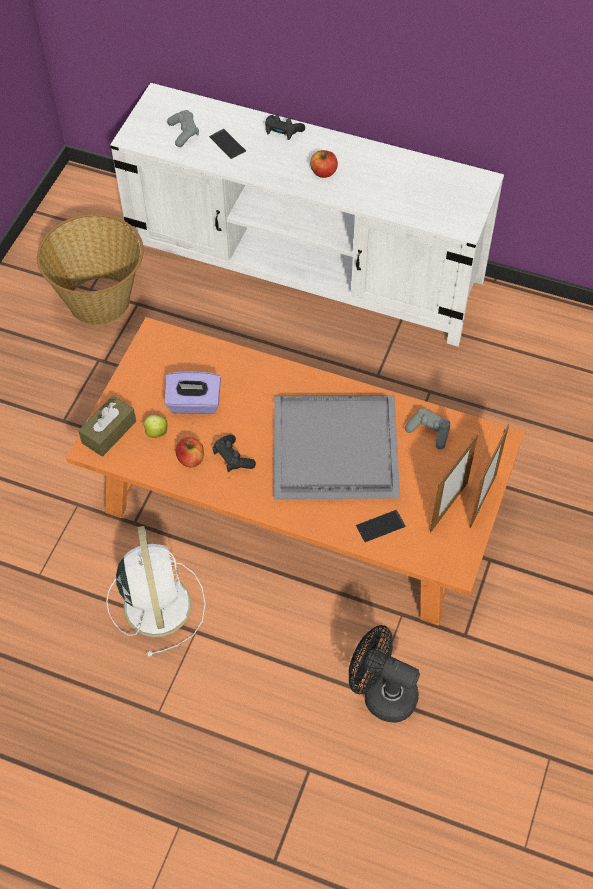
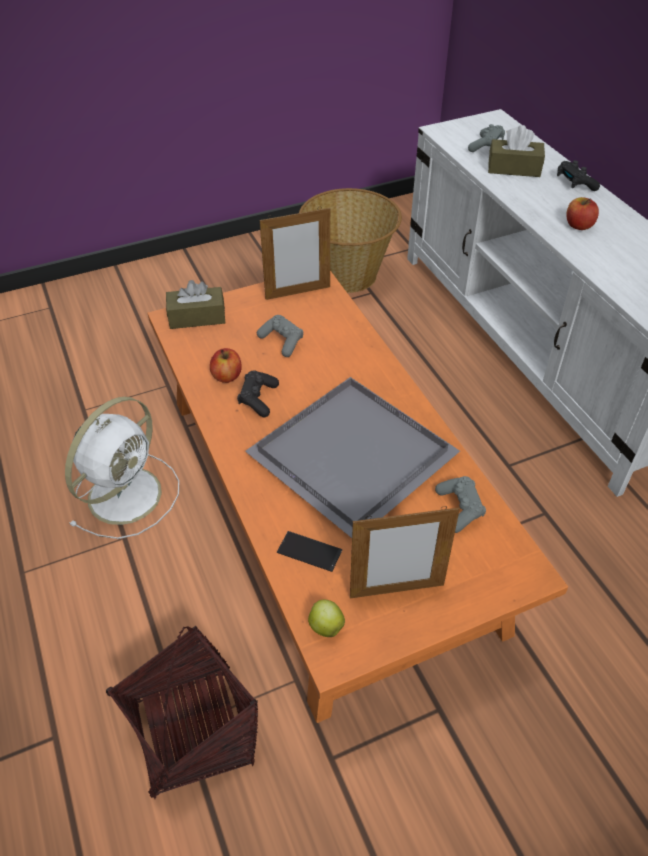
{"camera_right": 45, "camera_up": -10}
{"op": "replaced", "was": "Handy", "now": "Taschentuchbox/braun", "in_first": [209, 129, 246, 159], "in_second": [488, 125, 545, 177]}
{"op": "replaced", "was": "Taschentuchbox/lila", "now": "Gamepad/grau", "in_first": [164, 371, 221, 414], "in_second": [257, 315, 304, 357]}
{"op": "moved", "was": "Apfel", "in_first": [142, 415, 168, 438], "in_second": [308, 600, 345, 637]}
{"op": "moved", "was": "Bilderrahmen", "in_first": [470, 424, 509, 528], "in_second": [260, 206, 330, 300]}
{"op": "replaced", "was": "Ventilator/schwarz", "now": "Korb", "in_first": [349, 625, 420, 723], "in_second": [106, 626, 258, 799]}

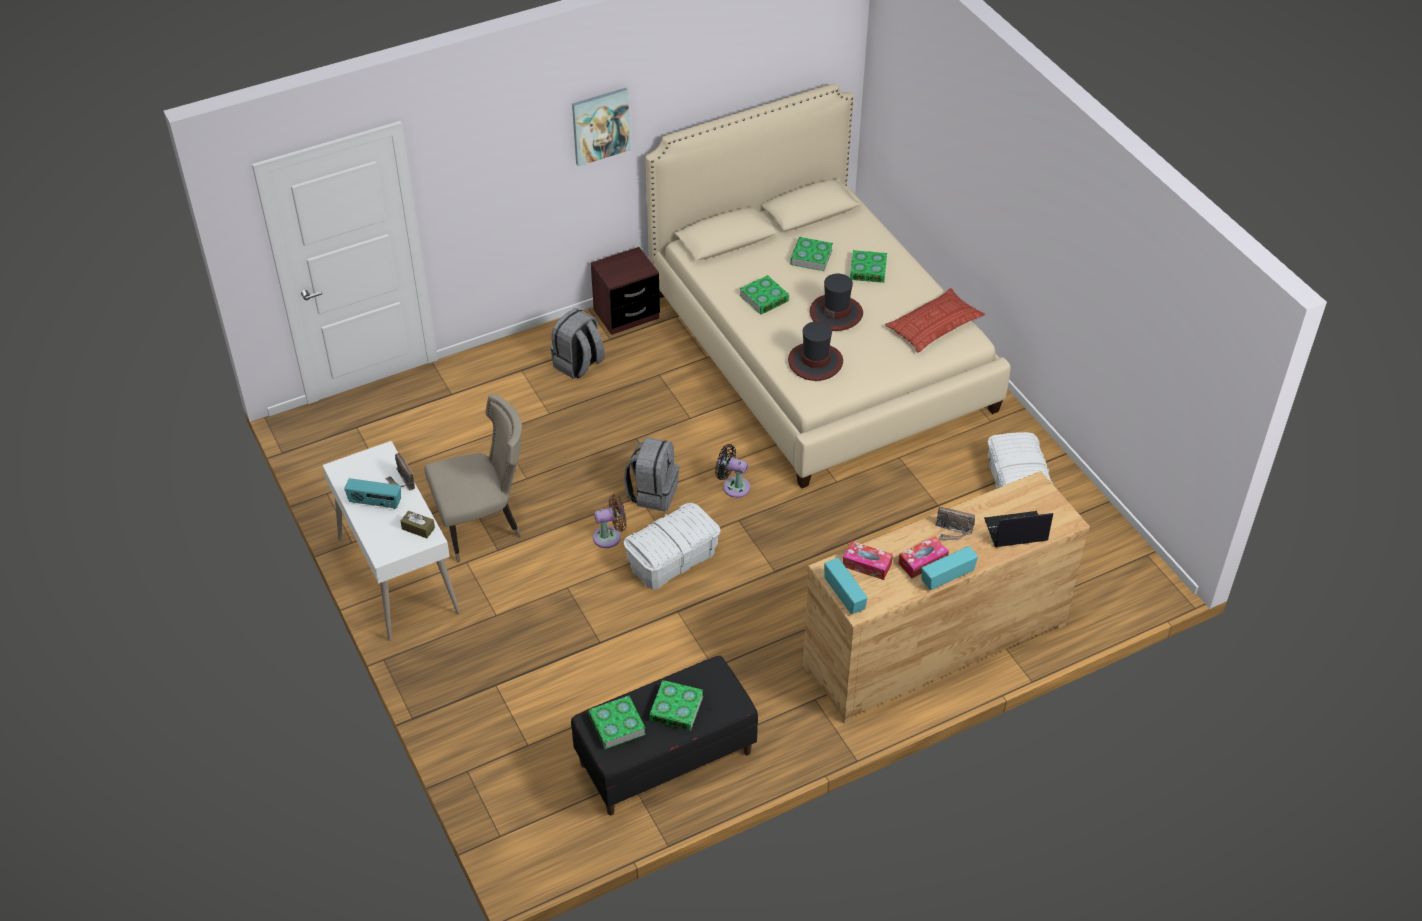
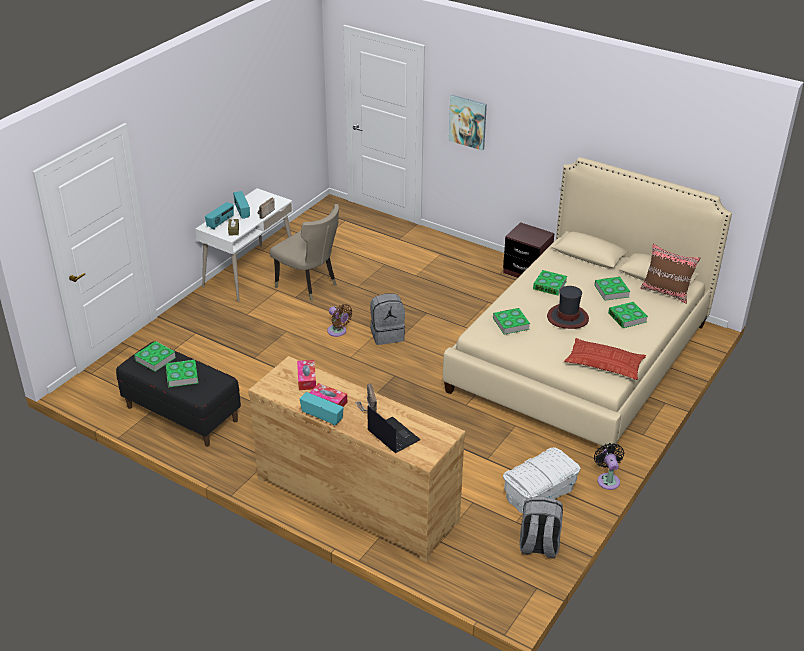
{"camera_right": 60, "camera_up": -10}
{"op": "moved", "was": "Bild", "in_first": [572, 88, 631, 166], "in_second": [449, 95, 487, 151]}
{"op": "moved", "was": "Rucksack/grau", "in_first": [550, 308, 605, 379], "in_second": [519, 497, 563, 558]}
{"op": "replaced", "was": "Hut", "now": "Buch", "in_first": [788, 321, 843, 381], "in_second": [493, 308, 530, 335]}
{"op": "moved", "was": "Ventilator/schwarz", "in_first": [715, 444, 750, 498], "in_second": [594, 443, 624, 490]}
{"op": "removed", "was": "Aufbewahrungsbox/weiß", "in_first": [623, 503, 721, 590]}
{"op": "moved", "was": "Radio", "in_first": [824, 558, 868, 614], "in_second": [205, 202, 234, 229]}
{"op": "added", "now": "Kissen/braun", "in_second": [640, 244, 700, 304]}

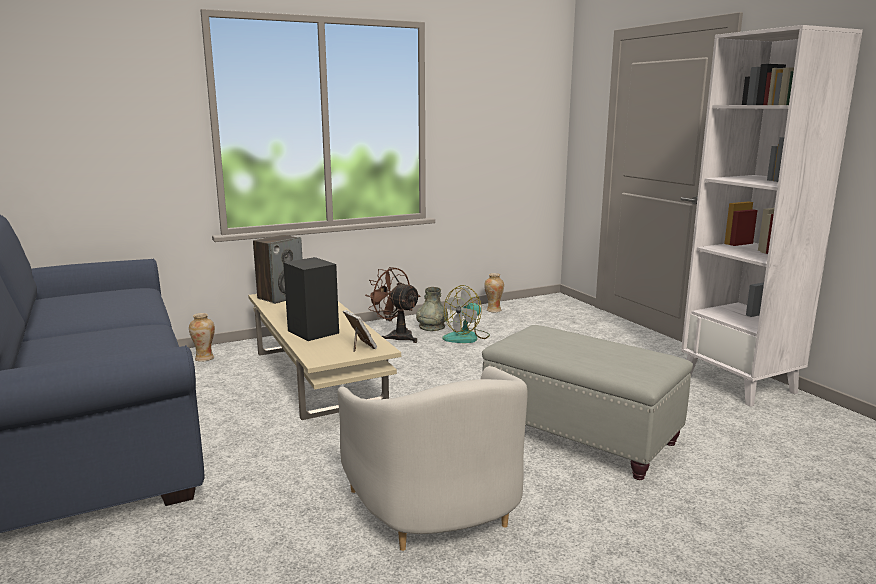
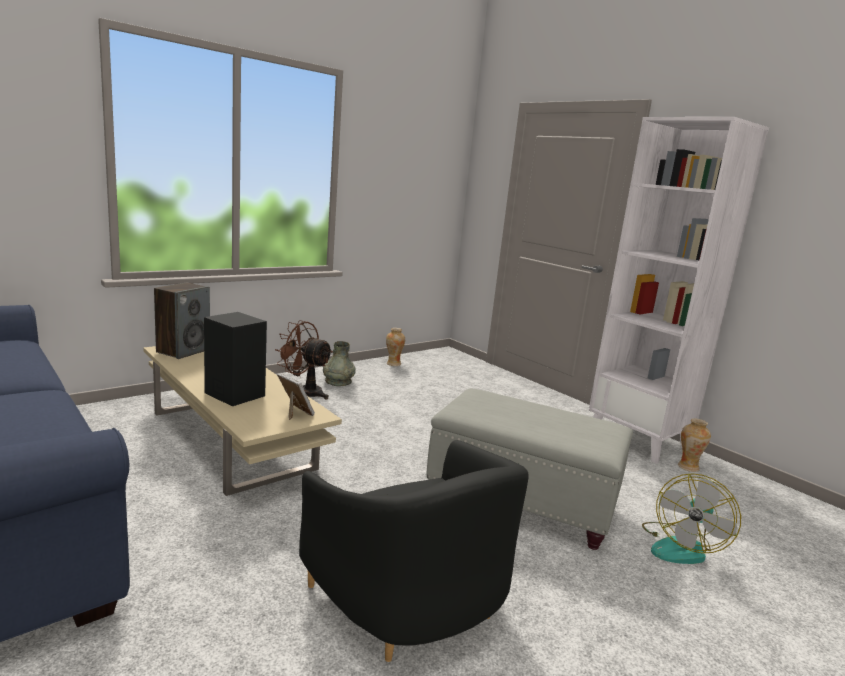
{"camera_right": -15, "camera_up": 0}
{"op": "moved", "was": "Ventilator", "in_first": [442, 285, 490, 343], "in_second": [642, 473, 741, 564]}
{"op": "moved", "was": "Vase", "in_first": [189, 313, 215, 362], "in_second": [678, 418, 711, 472]}
{"op": "recoloured", "was": "Sessel/weiß", "now": "Sessel/schwarz", "in_first": [338, 366, 527, 551], "in_second": [299, 440, 529, 662]}

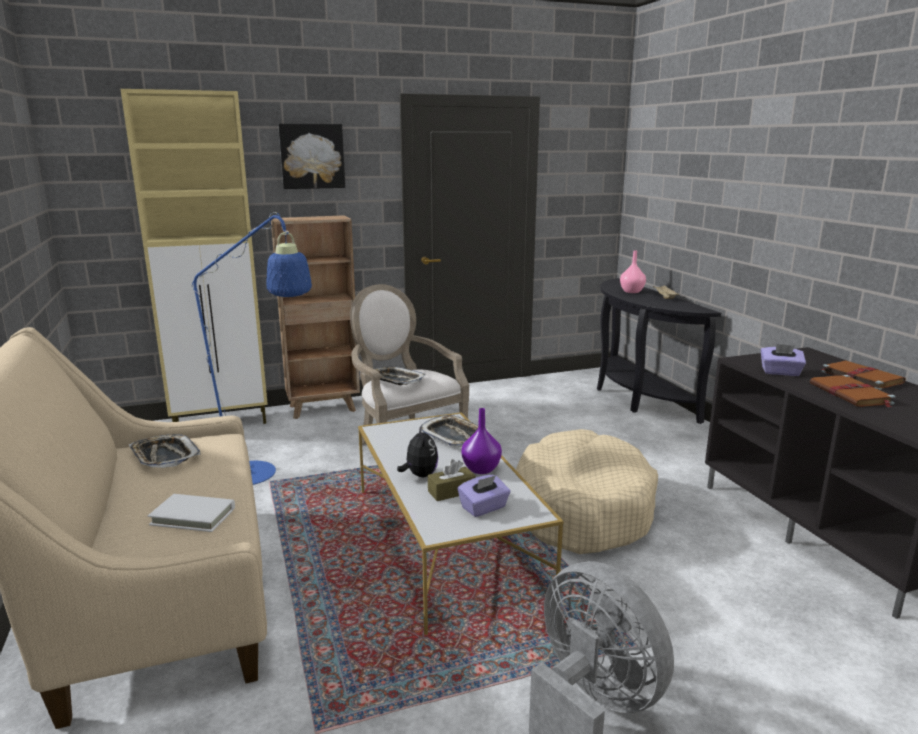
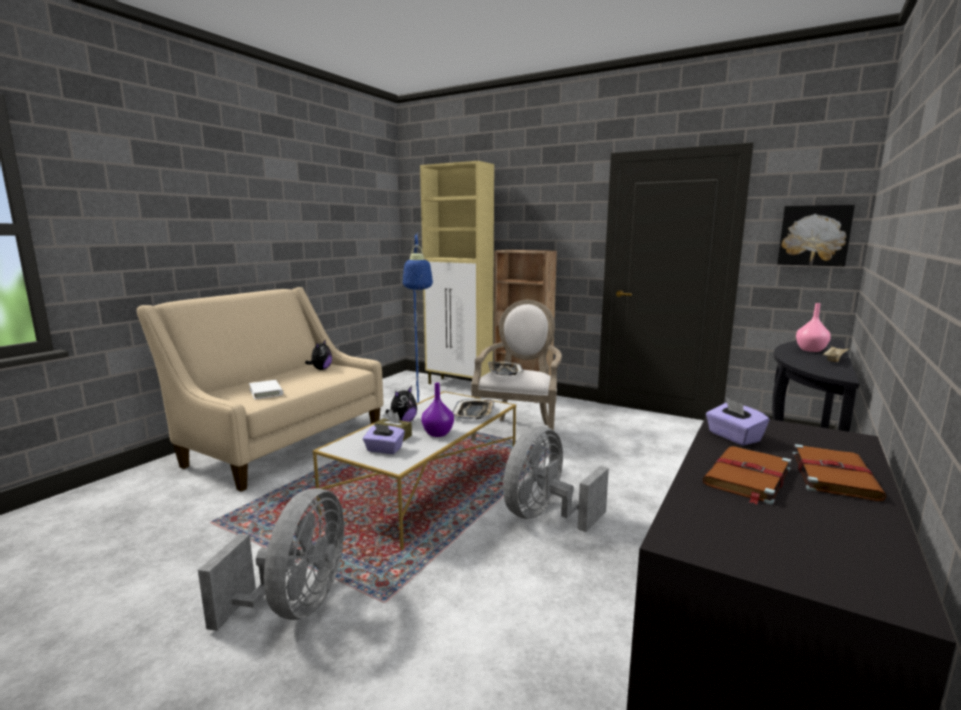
{"camera_right": 50, "camera_up": -5}
{"op": "moved", "was": "Bild", "in_first": [278, 124, 345, 189], "in_second": [777, 205, 855, 266]}
{"op": "replaced", "was": "Hundebett/beige", "now": "Ventilator/grau", "in_first": [516, 429, 658, 554], "in_second": [503, 426, 609, 532]}
{"op": "replaced", "was": "Tablett", "now": "Plüschtier", "in_first": [129, 434, 201, 468], "in_second": [305, 340, 332, 370]}

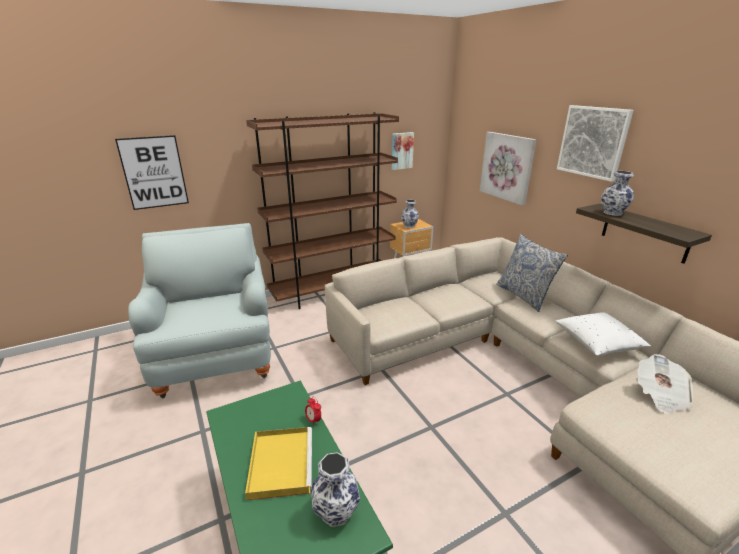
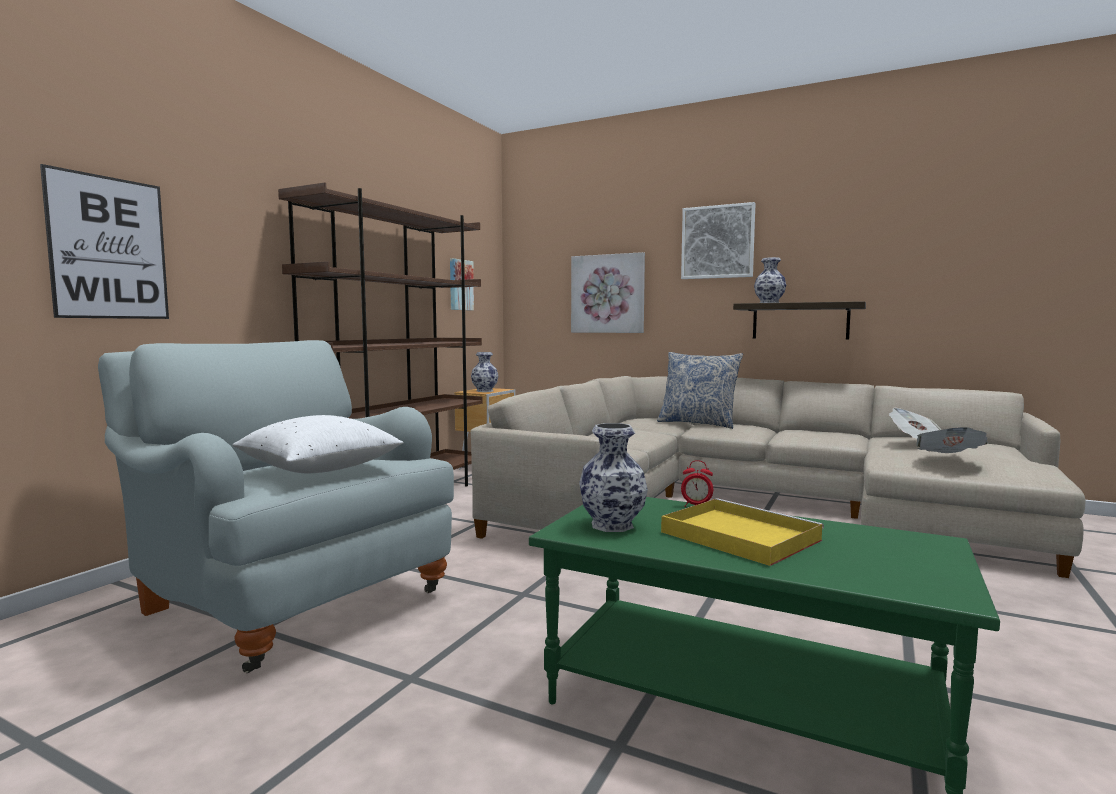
{"camera_right": -35, "camera_up": -20}
{"op": "moved", "was": "Kissen/weiß", "in_first": [555, 312, 651, 356], "in_second": [233, 415, 403, 473]}
{"op": "moved", "was": "Vase", "in_first": [311, 452, 360, 527], "in_second": [579, 423, 648, 532]}
{"op": "added", "now": "Zeitung", "in_second": [916, 427, 988, 453]}

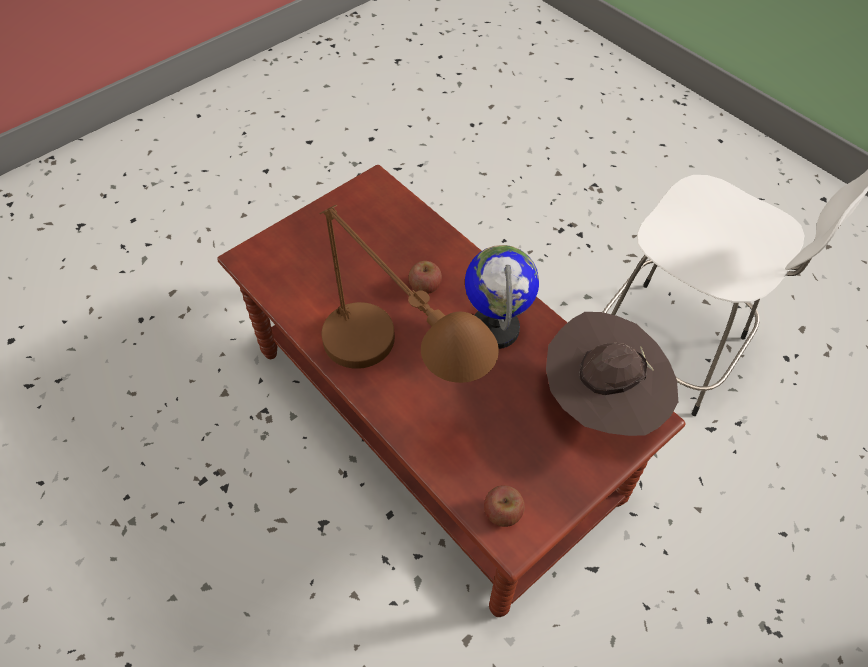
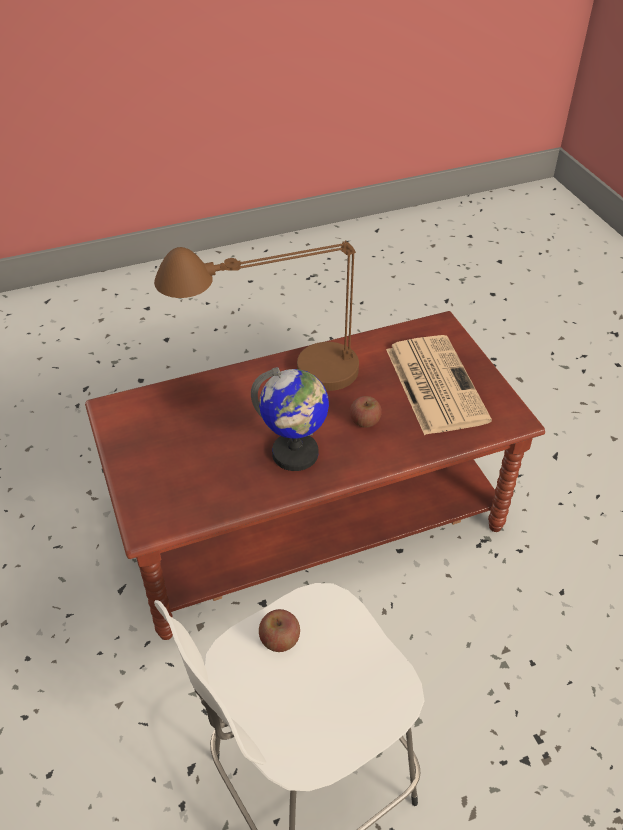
{"camera_right": 110, "camera_up": -10}
{"op": "removed", "was": "Hut/braun", "in_first": [546, 312, 678, 436]}
{"op": "moved", "was": "Apfel", "in_first": [484, 485, 525, 527], "in_second": [259, 609, 300, 652]}
{"op": "added", "now": "Zeitung", "in_second": [386, 335, 492, 435]}

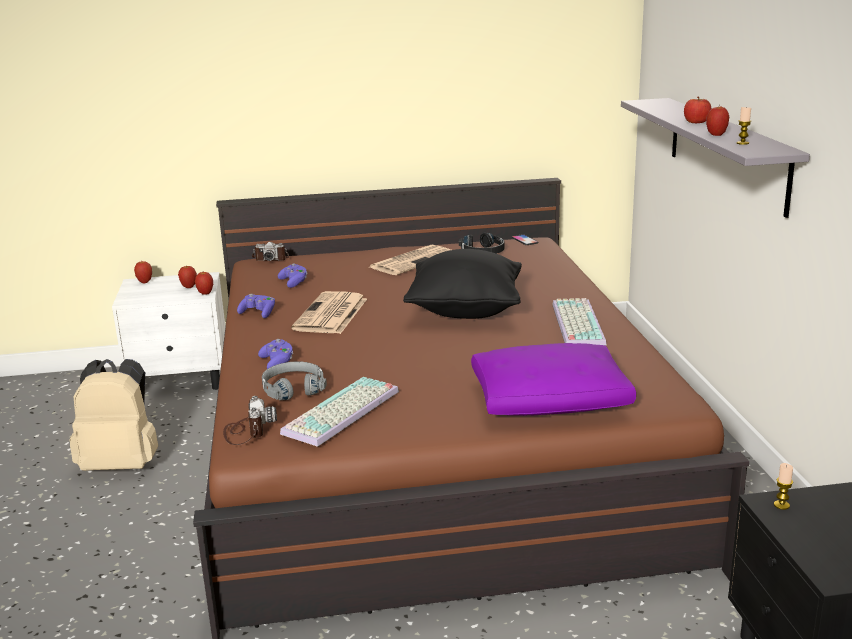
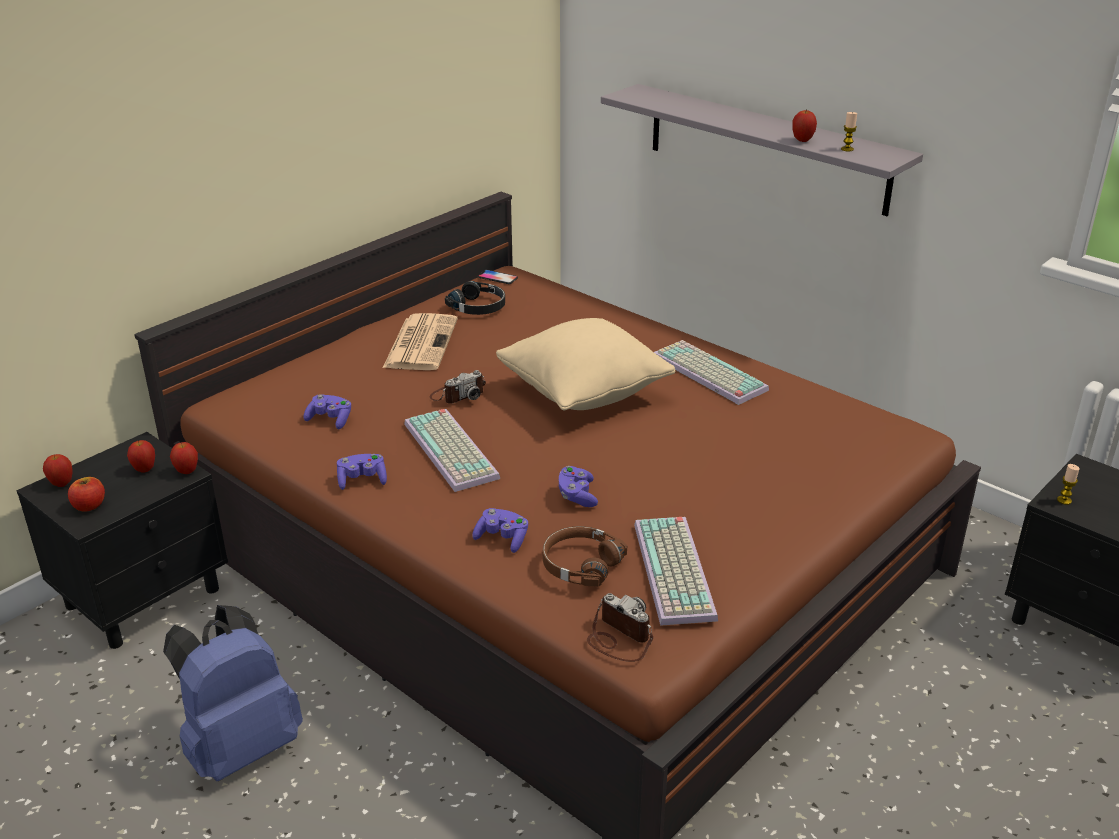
{"camera_right": -40, "camera_up": 10}
{"op": "moved", "was": "Apfel", "in_first": [684, 96, 712, 123], "in_second": [68, 477, 105, 512]}
{"op": "moved", "was": "Kamera", "in_first": [252, 242, 289, 261], "in_second": [430, 370, 486, 404]}
{"op": "recoloured", "was": "Kissen/schwarz", "now": "Kissen/beige", "in_first": [403, 249, 522, 319], "in_second": [496, 318, 675, 411]}
{"op": "recoloured", "was": "Nachttisch/weiß", "now": "Nachttisch/schwarz", "in_first": [112, 272, 225, 390], "in_second": [16, 432, 228, 649]}
{"op": "replaced", "was": "Zeitung", "now": "Tastatur", "in_first": [291, 291, 367, 334], "in_second": [404, 409, 500, 492]}
{"op": "removed", "was": "Kissen/lila", "in_first": [471, 343, 636, 416]}
{"op": "recoloured", "was": "Rucksack/beige", "now": "Rucksack/blau", "in_first": [69, 359, 158, 471], "in_second": [163, 605, 303, 781]}
{"op": "recoloured", "was": "Kopfhörer/grau", "now": "Kopfhörer/braun", "in_first": [262, 361, 327, 400], "in_second": [543, 526, 627, 586]}
{"op": "added", "now": "Gamepad/lila", "in_second": [559, 466, 598, 507]}

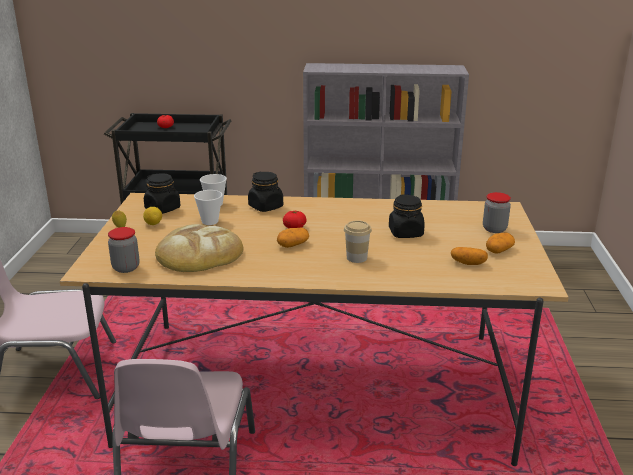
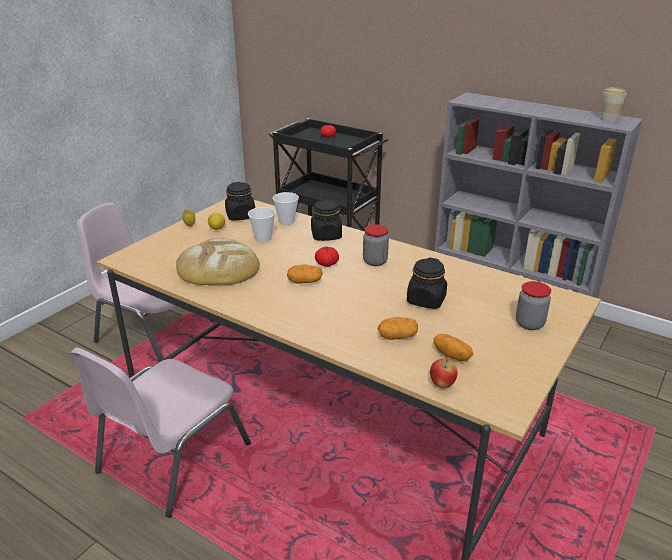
{"camera_right": 30, "camera_up": 5}
{"op": "moved", "was": "Tasse", "in_first": [344, 220, 372, 263], "in_second": [600, 87, 627, 122]}
{"op": "moved", "was": "Vorratsglas", "in_first": [108, 227, 139, 273], "in_second": [363, 224, 389, 266]}
{"op": "moved", "was": "Kartoffel", "in_first": [486, 232, 515, 254], "in_second": [378, 317, 418, 340]}
{"op": "added", "now": "Apfel", "in_second": [430, 359, 458, 388]}

